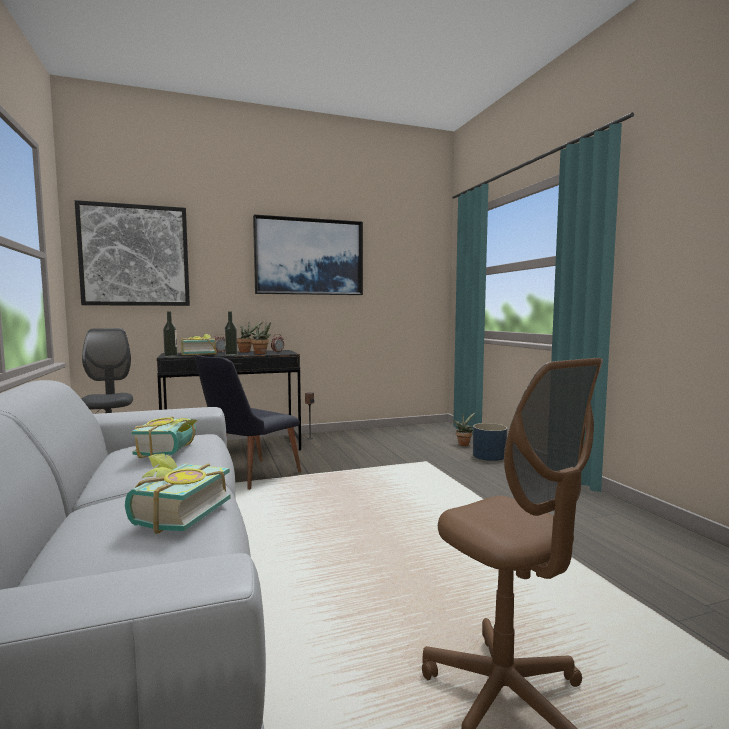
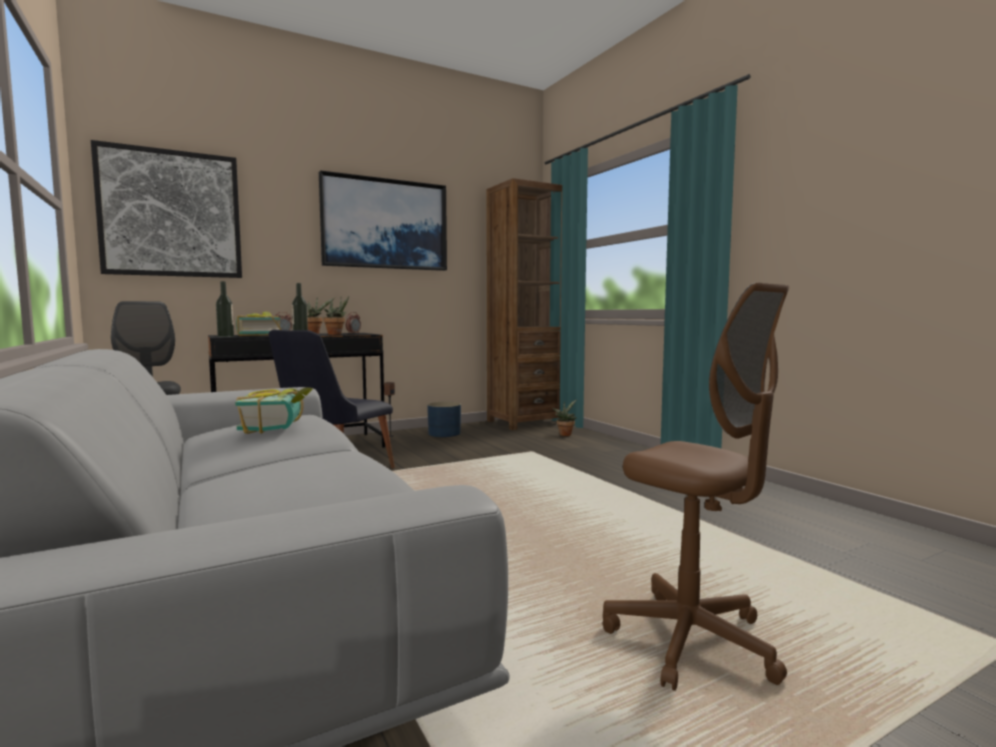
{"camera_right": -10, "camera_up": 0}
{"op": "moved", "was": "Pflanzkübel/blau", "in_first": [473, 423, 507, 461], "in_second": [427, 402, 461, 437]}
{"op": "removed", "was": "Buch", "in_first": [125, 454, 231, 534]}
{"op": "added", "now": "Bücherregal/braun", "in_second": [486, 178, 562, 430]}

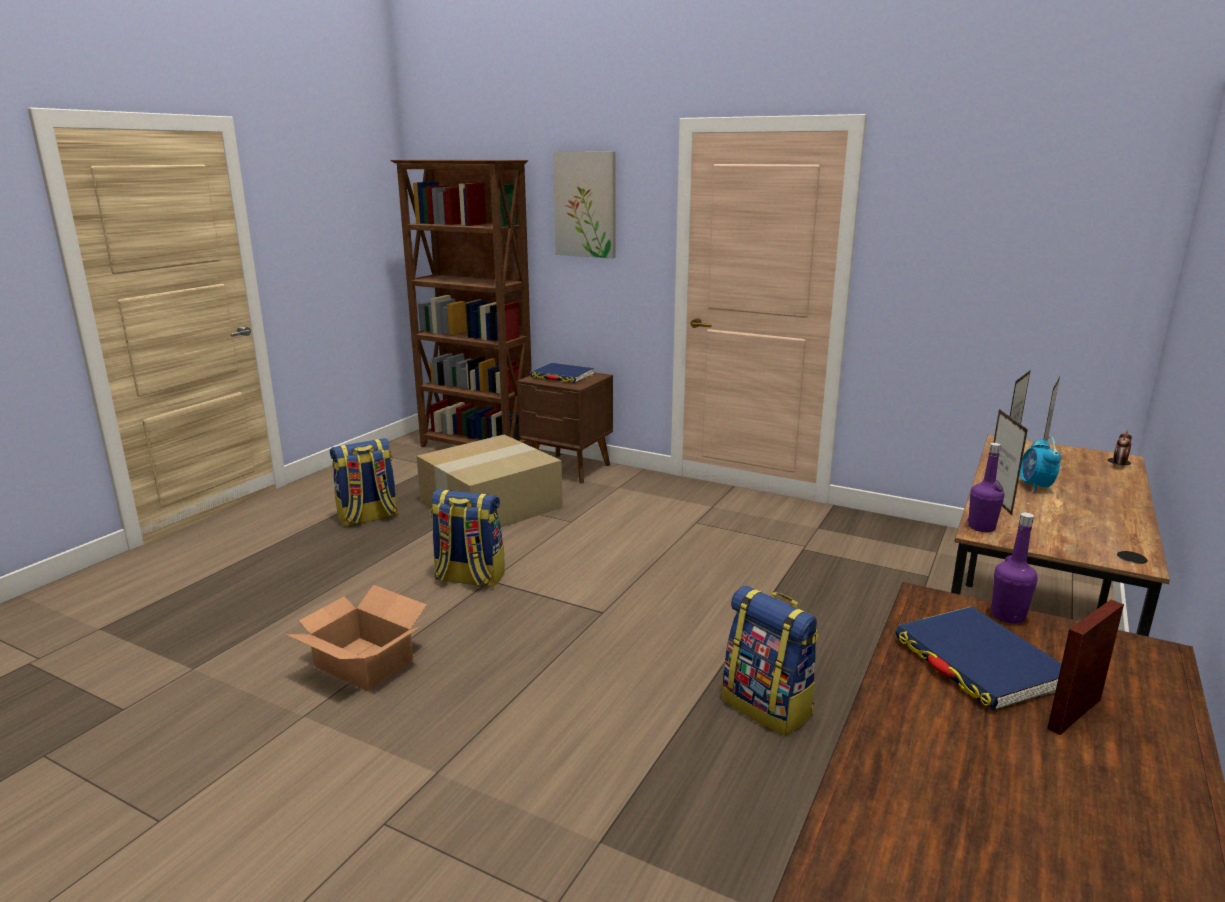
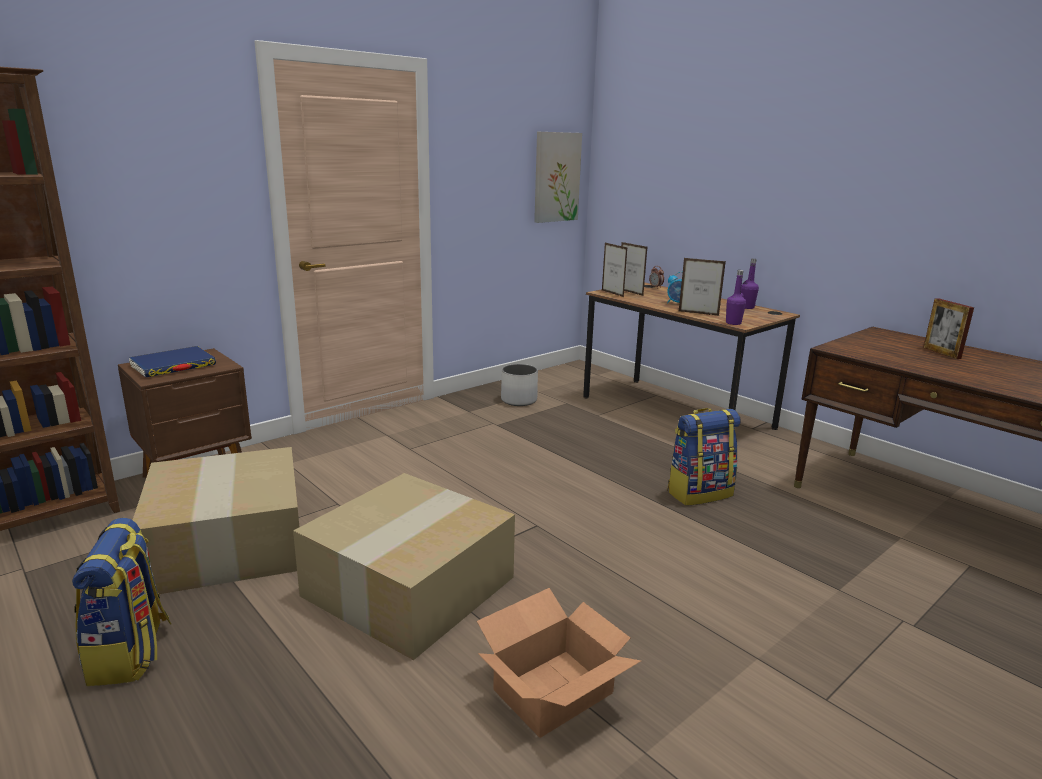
{"camera_right": -70, "camera_up": 0}
{"op": "moved", "was": "Bild", "in_first": [553, 151, 616, 258], "in_second": [534, 132, 582, 223]}
{"op": "replaced", "was": "Rucksack", "now": "Karton", "in_first": [430, 489, 505, 588], "in_second": [293, 473, 515, 660]}
{"op": "moved", "was": "Flasche/lila", "in_first": [991, 512, 1037, 624], "in_second": [741, 259, 759, 309]}
{"op": "removed", "was": "Buch/blau", "in_first": [895, 606, 1061, 711]}
{"op": "added", "now": "Pflanzkübel/weiß", "in_second": [501, 364, 538, 406]}

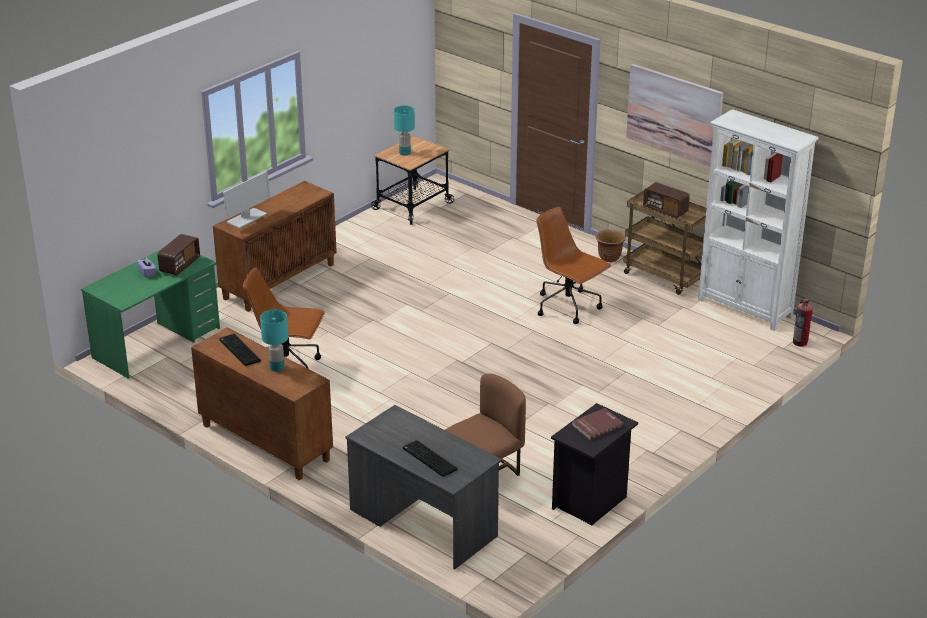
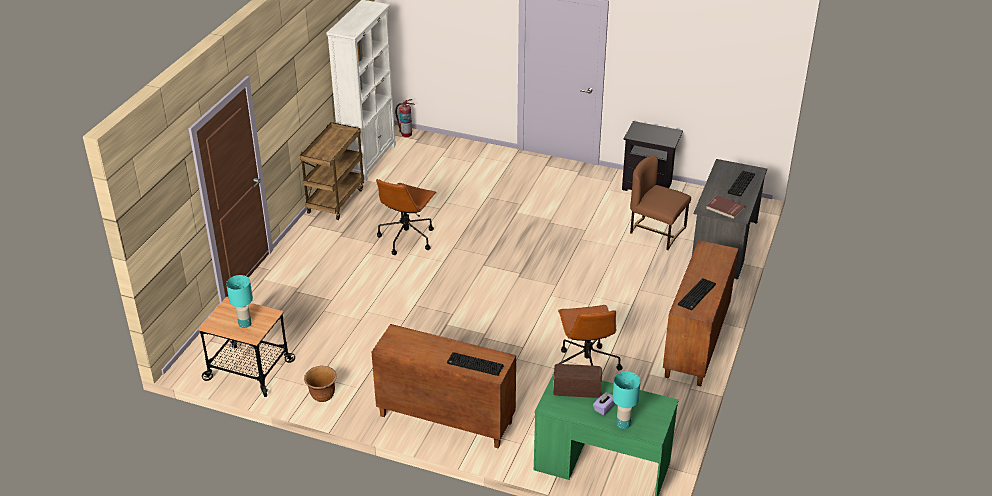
{"camera_right": -110, "camera_up": 5}
{"op": "removed", "was": "Bild", "in_first": [626, 64, 723, 167]}
{"op": "replaced", "was": "Monitor", "now": "Tastatur", "in_first": [223, 171, 271, 229], "in_second": [447, 352, 504, 376]}
{"op": "removed", "was": "Radio", "in_first": [643, 182, 690, 218]}
{"op": "moved", "was": "Pflanzkübel/braun", "in_first": [595, 229, 626, 262], "in_second": [304, 366, 337, 402]}
{"op": "moved", "was": "Tischlampe/türkis", "in_first": [260, 309, 288, 372], "in_second": [613, 372, 641, 429]}
{"op": "moved", "was": "Buch/rot", "in_first": [572, 408, 624, 440], "in_second": [706, 195, 745, 219]}

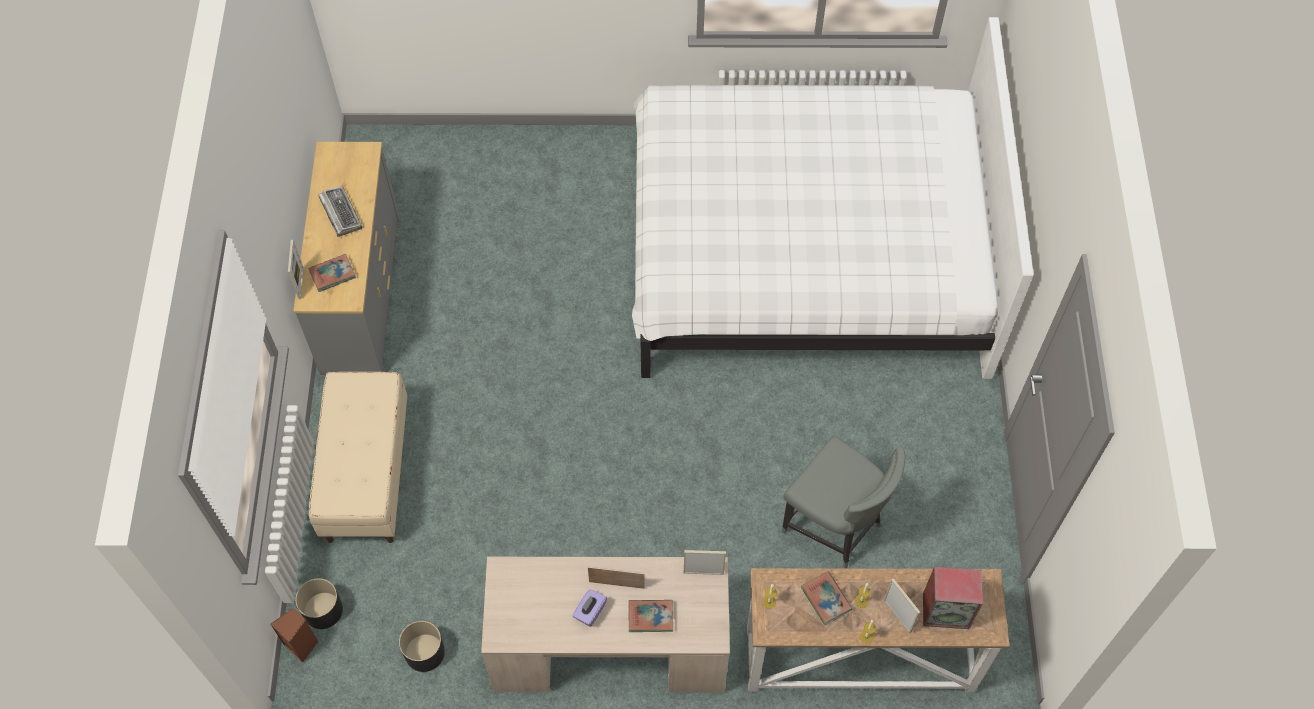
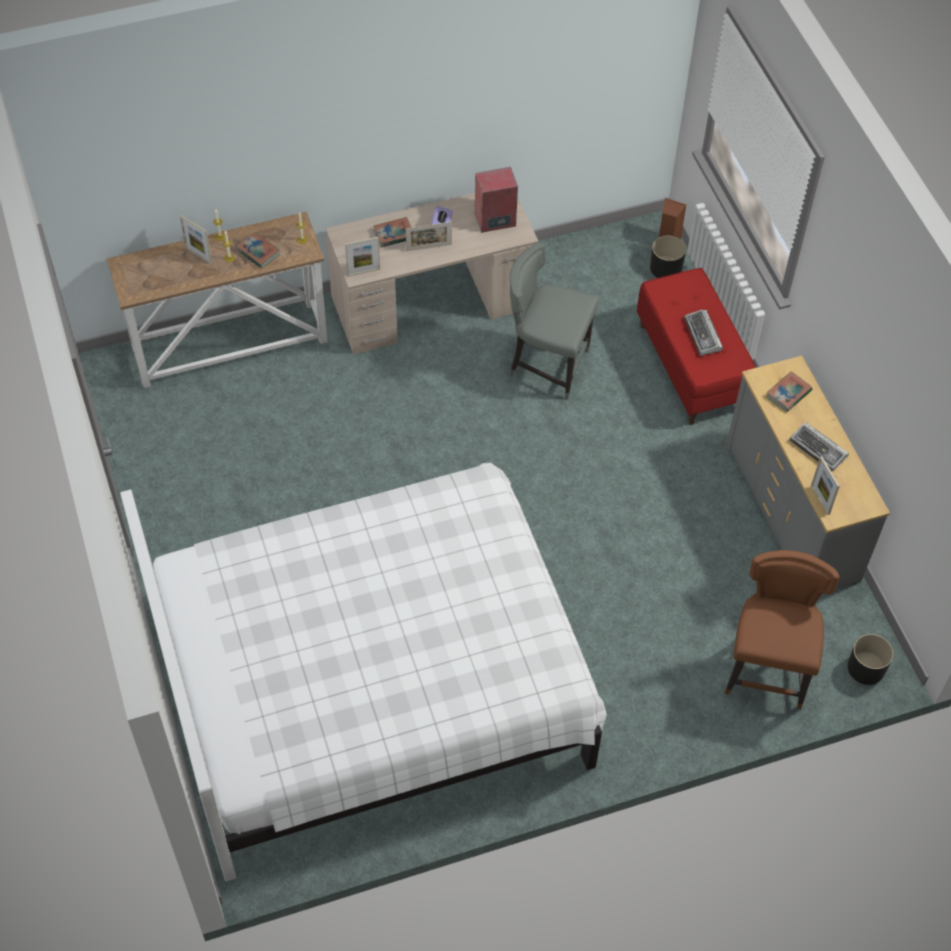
{"camera_right": 160, "camera_up": -5}
{"op": "moved", "was": "Bilderrahmen", "in_first": [288, 240, 304, 299], "in_second": [811, 456, 840, 515]}
{"op": "recoloured", "was": "Bank/beige", "now": "Bank/rot", "in_first": [309, 372, 407, 543], "in_second": [637, 268, 756, 425]}
{"op": "moved", "was": "Stuhl/grau", "in_first": [782, 436, 905, 568], "in_second": [509, 243, 599, 400]}
{"op": "moved", "was": "Lautsprecher", "in_first": [923, 567, 983, 629], "in_second": [475, 167, 518, 233]}
{"op": "moved", "was": "Pflanzkübel/schwarz", "in_first": [399, 621, 445, 672], "in_second": [847, 634, 893, 685]}
{"op": "added", "now": "Tastatur", "in_second": [684, 309, 723, 356]}
{"op": "added", "now": "Stuhl/braun", "in_second": [725, 550, 839, 709]}

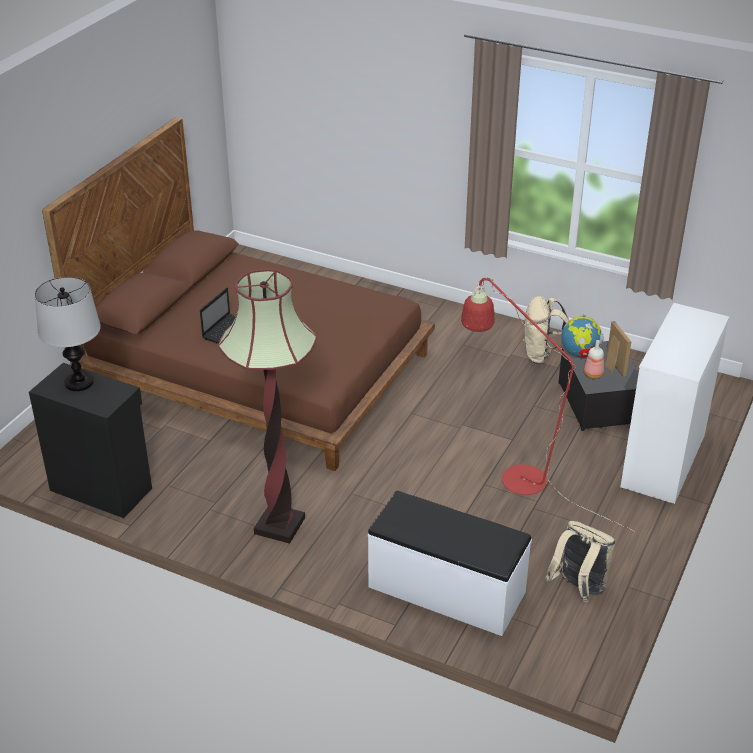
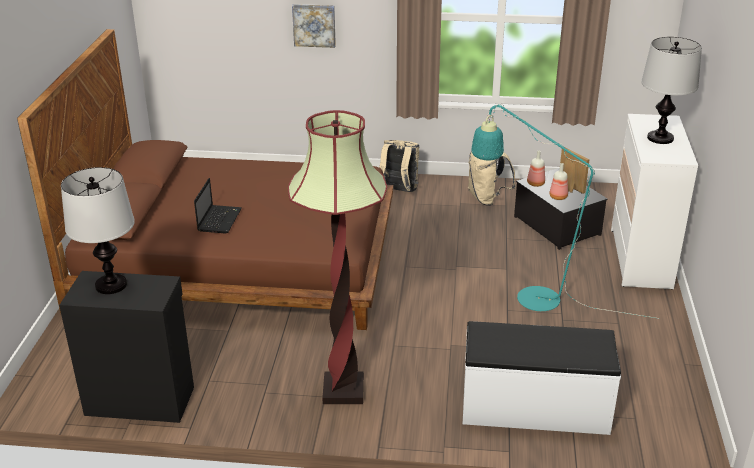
{"camera_right": -20, "camera_up": -5}
{"op": "recoloured", "was": "Stehlampe/rot", "now": "Stehlampe/türkis", "in_first": [461, 278, 636, 532], "in_second": [471, 104, 660, 319]}
{"op": "replaced", "was": "Globus", "now": "Flasche", "in_first": [561, 314, 604, 358], "in_second": [527, 150, 545, 187]}
{"op": "moved", "was": "Rucksack/beige", "in_first": [545, 521, 615, 602], "in_second": [379, 140, 419, 192]}
{"op": "added", "now": "Bild", "in_second": [292, 4, 336, 48]}
{"op": "added", "now": "Tischlampe", "in_second": [641, 37, 702, 144]}

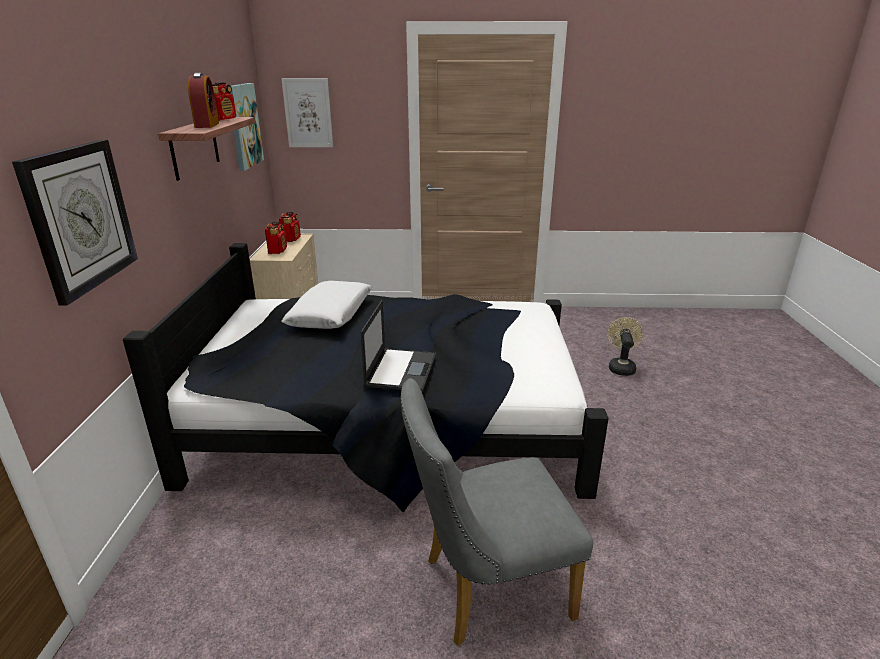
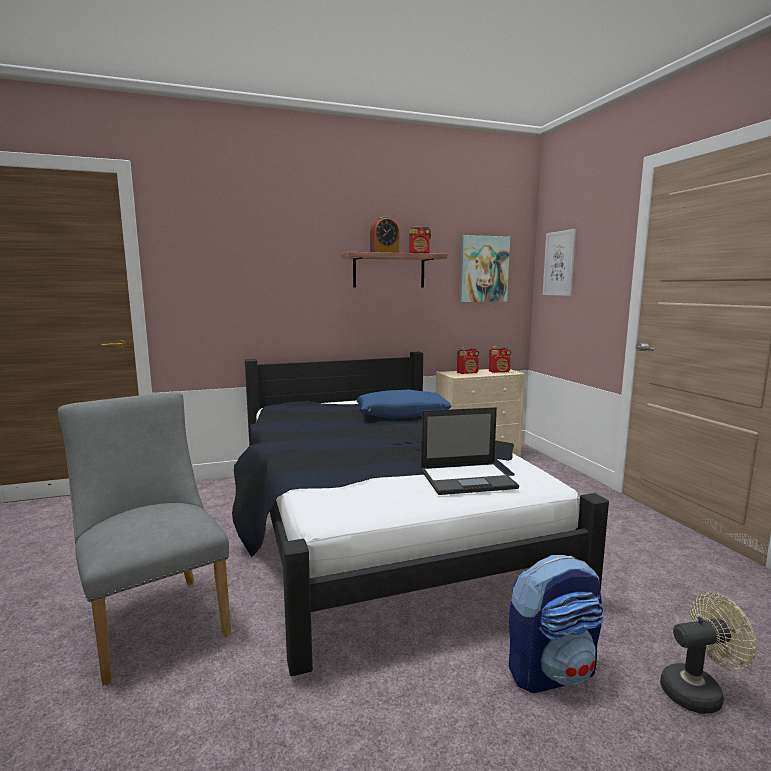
{"camera_right": 70, "camera_up": -15}
{"op": "removed", "was": "Wanduhr", "in_first": [12, 140, 138, 306]}
{"op": "recoloured", "was": "Kissen/weiß", "now": "Kissen/blau", "in_first": [282, 281, 372, 329], "in_second": [356, 390, 452, 419]}
{"op": "moved", "was": "Laptop", "in_first": [361, 300, 436, 392], "in_second": [421, 407, 519, 495]}
{"op": "added", "now": "Rucksack", "in_second": [509, 555, 604, 693]}

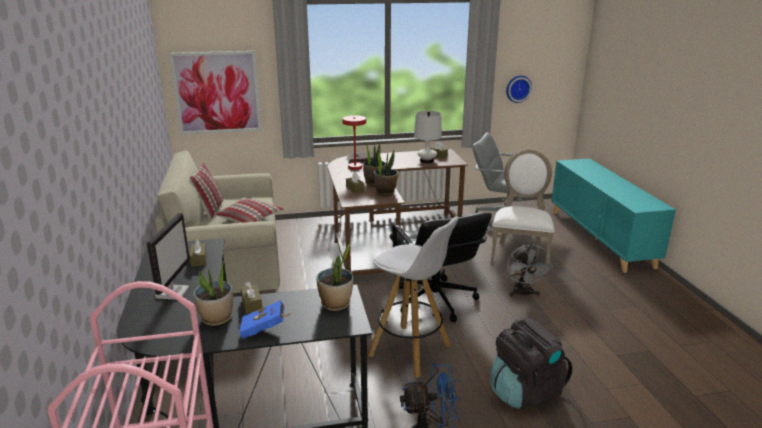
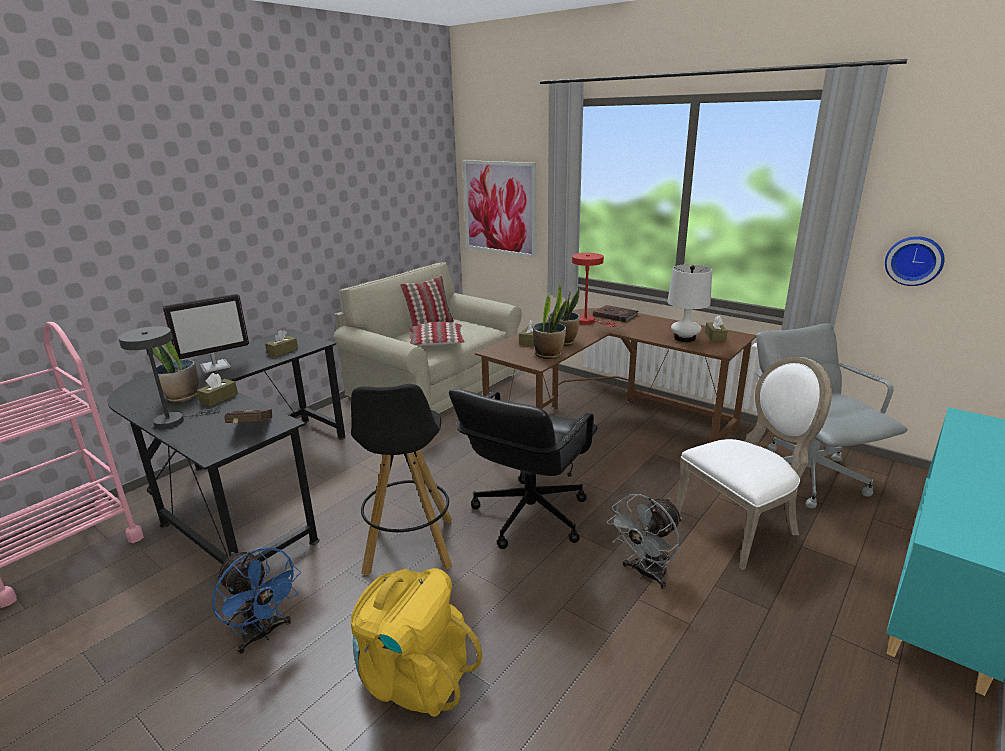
{"camera_right": 50, "camera_up": 0}
{"op": "recoloured", "was": "Hocker/weiß", "now": "Hocker/schwarz", "in_first": [368, 217, 459, 378], "in_second": [351, 384, 453, 576]}
{"op": "replaced", "was": "Topfpflanze", "now": "Buch/rot", "in_first": [316, 243, 353, 311], "in_second": [225, 409, 272, 424]}
{"op": "replaced", "was": "Buch/blau", "now": "Tischlampe/grau", "in_first": [239, 300, 290, 339], "in_second": [118, 326, 221, 429]}
{"op": "recoloured", "was": "Rucksack/schwarz", "now": "Rucksack/gelb", "in_first": [490, 318, 572, 409], "in_second": [351, 568, 482, 717]}

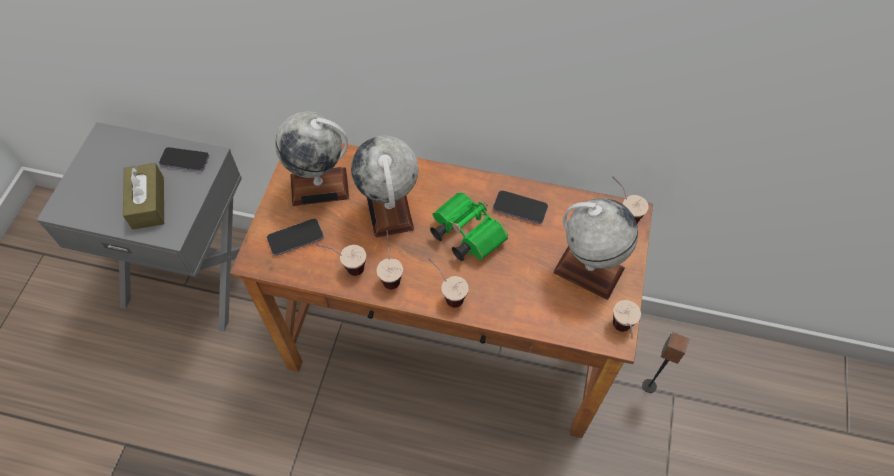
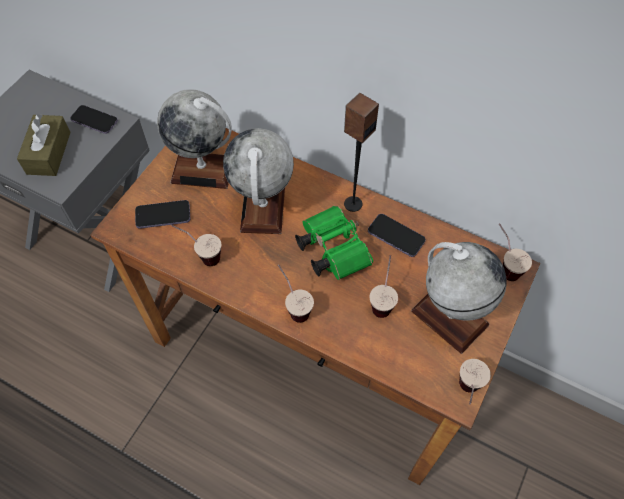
{"camera_right": 15, "camera_up": 0}
{"op": "moved", "was": "Tasse", "in_first": [376, 230, 403, 289], "in_second": [369, 255, 398, 318]}
{"op": "moved", "was": "Lautsprecher", "in_first": [642, 332, 690, 393], "in_second": [344, 93, 379, 212]}

